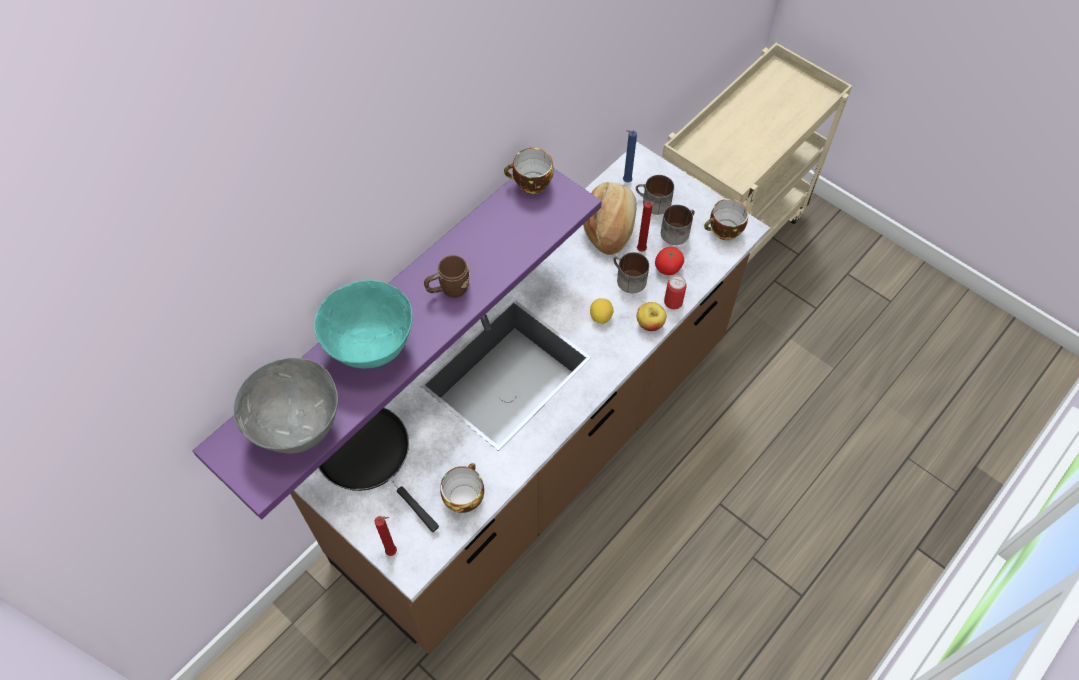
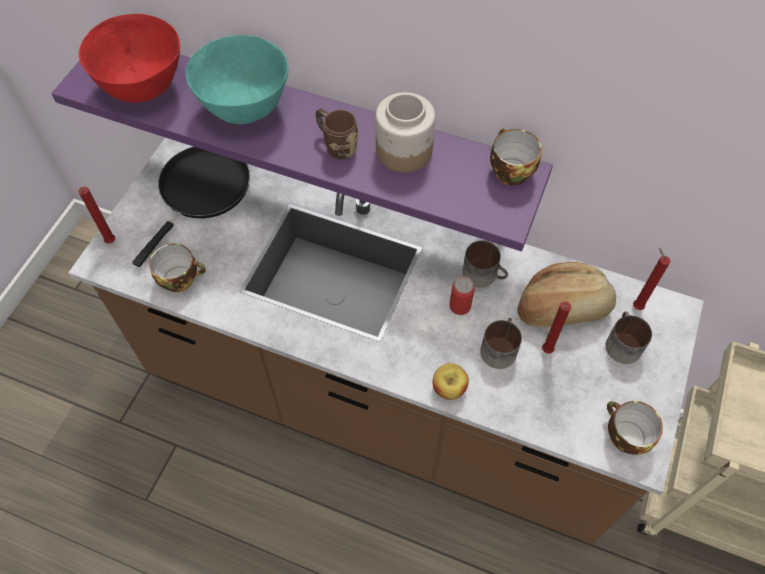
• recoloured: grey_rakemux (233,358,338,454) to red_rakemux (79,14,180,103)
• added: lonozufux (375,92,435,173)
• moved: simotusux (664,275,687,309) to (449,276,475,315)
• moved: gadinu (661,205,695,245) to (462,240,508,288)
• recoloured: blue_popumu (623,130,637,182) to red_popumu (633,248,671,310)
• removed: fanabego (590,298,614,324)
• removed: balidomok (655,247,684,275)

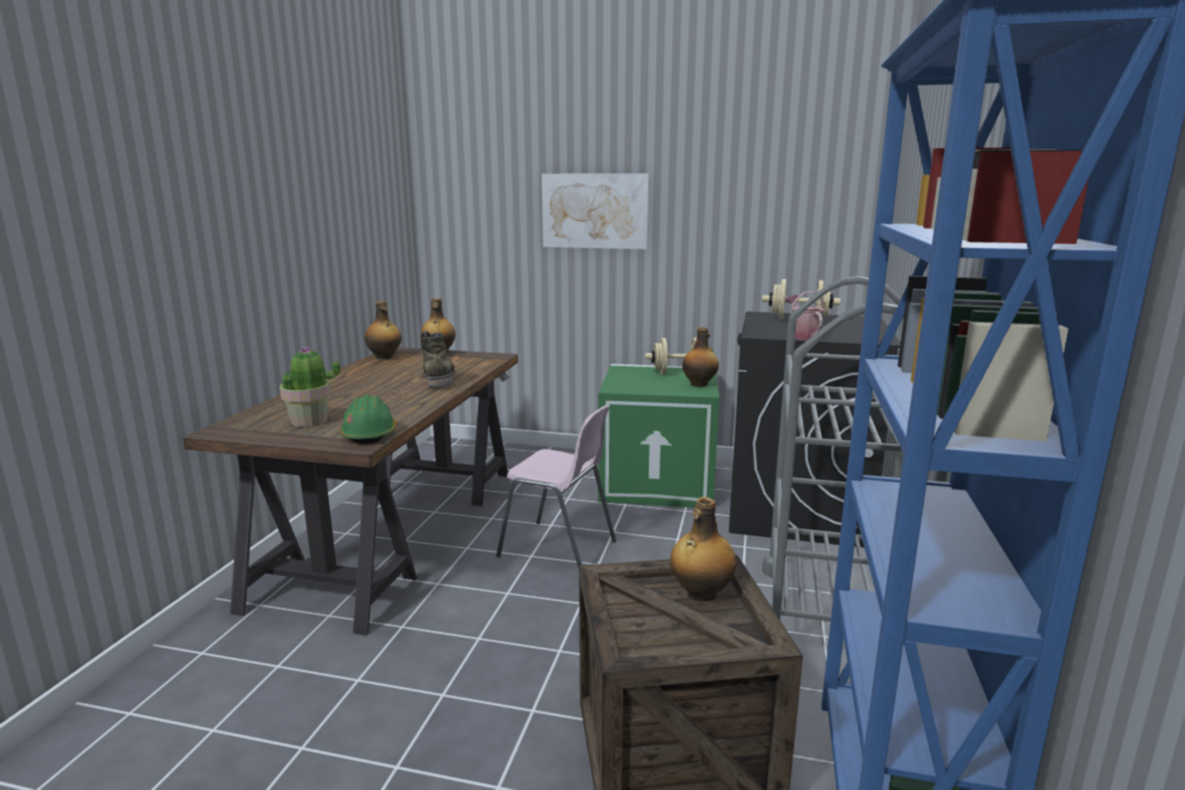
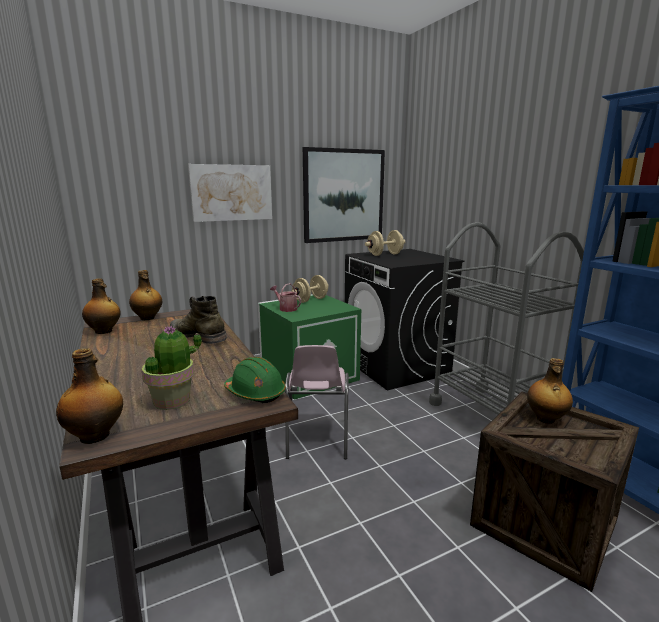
• moved: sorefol (682,327,719,387) to (56,348,123,444)
• moved: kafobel (786,292,824,340) to (270,283,301,312)
• turned: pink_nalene (496,405,616,569) = (285,345,349,459) 105 degrees clockwise
• added: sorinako (303,147,385,243)

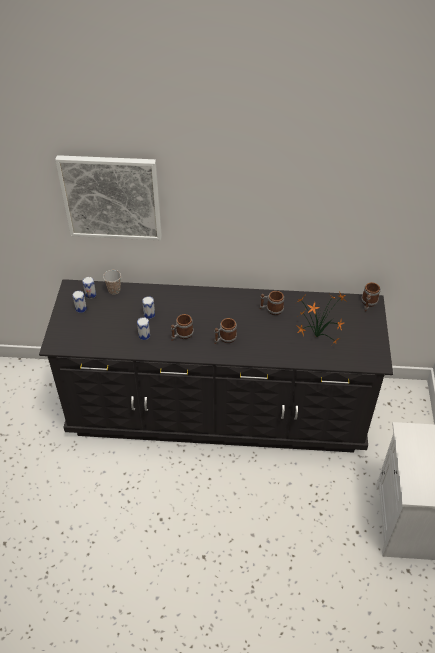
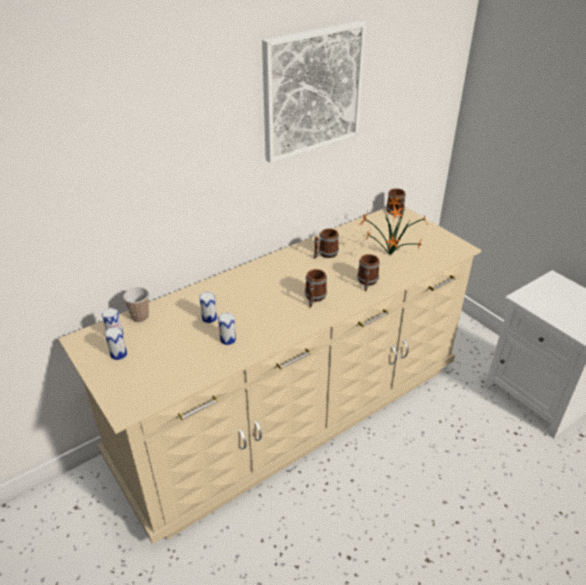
• recoloured: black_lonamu (39,279,393,453) to beige_lonamu (58,207,482,544)
• moved: sorinako (55,155,162,240) to (262,21,366,163)
• moved: gadinu (171,314,194,341) to (357,254,380,292)

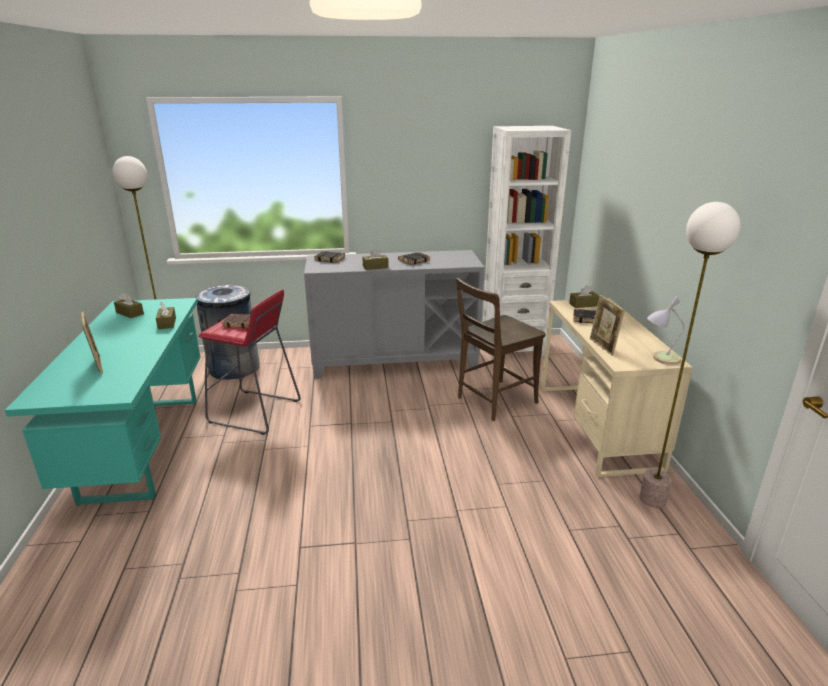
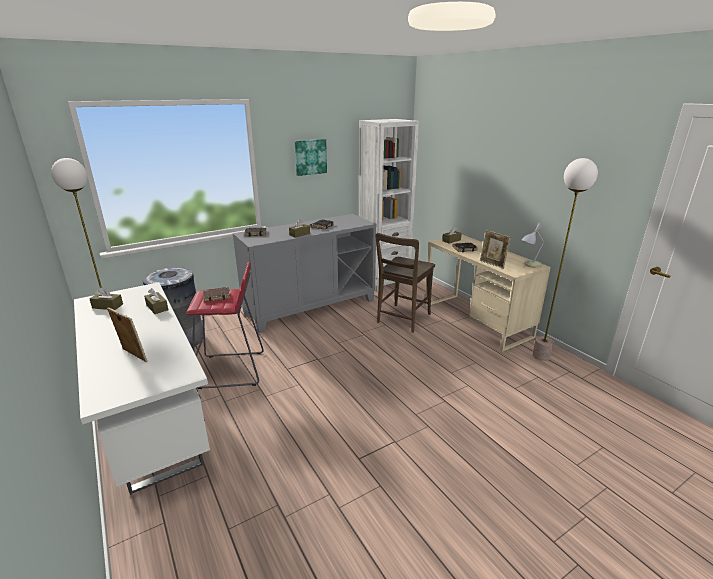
• recoloured: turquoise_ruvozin (5,298,200,506) to white_ruvozin (74,282,210,495)
• added: sorinako (295,139,327,176)

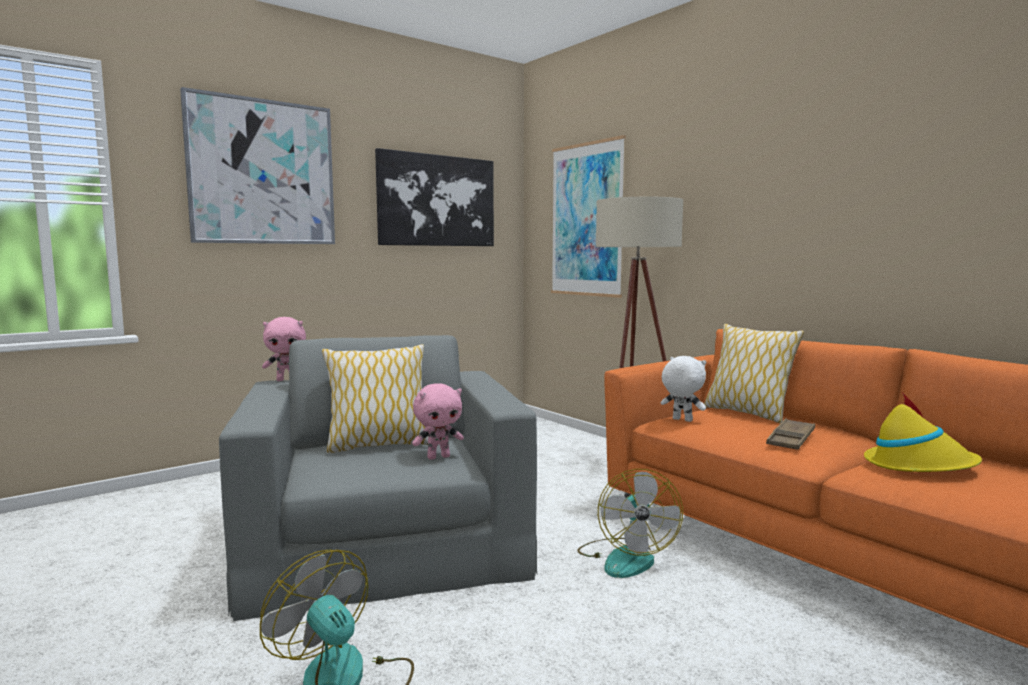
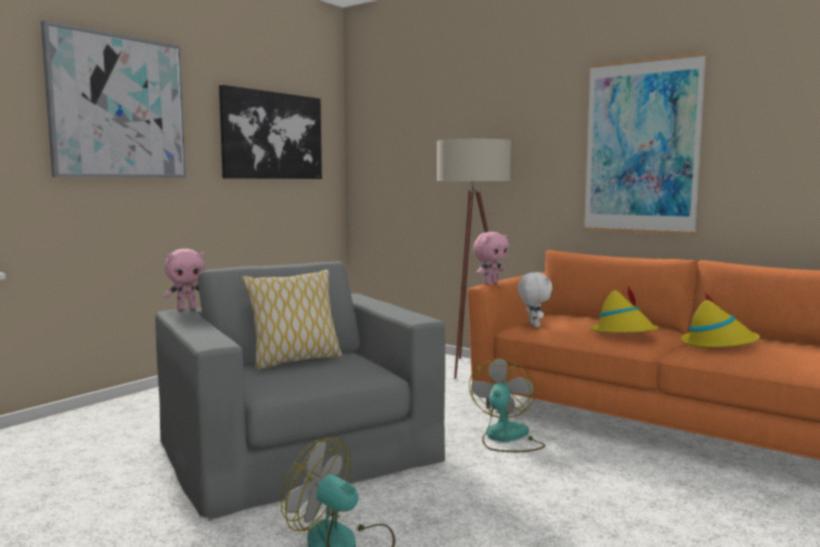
• turned: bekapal (577,469,683,578) = (469,359,545,452) 150 degrees counterclockwise
• moved: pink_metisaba (412,384,464,460) to (473,232,509,284)
• turned: white_metisaba (661,356,706,422) = (518,272,552,327) 60 degrees clockwise
• moved: sorinako (551,135,626,298) to (584,52,707,235)
• replaced: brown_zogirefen (766,418,815,450) to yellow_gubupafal (590,285,659,333)
• removed: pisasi (704,324,804,423)

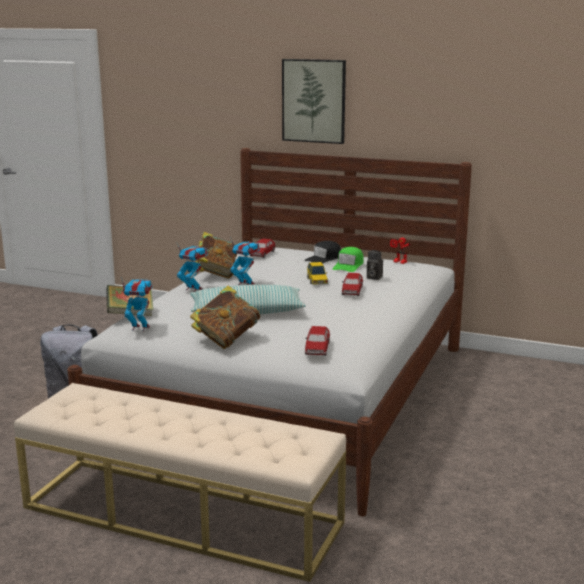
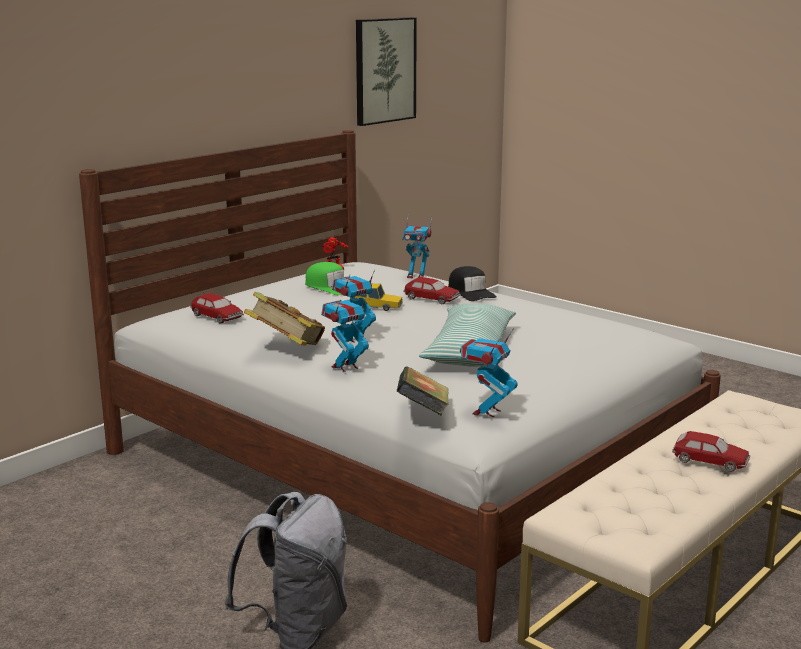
• moved: sorinako (282,59,346,144) to (356,17,417,126)
• added: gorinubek (402,216,432,278)
• moved: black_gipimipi (304,241,341,264) to (448,266,497,301)
• moved: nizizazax (305,326,330,356) to (672,431,750,472)
• removed: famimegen (190,286,260,349)
• removed: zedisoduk (367,250,383,280)

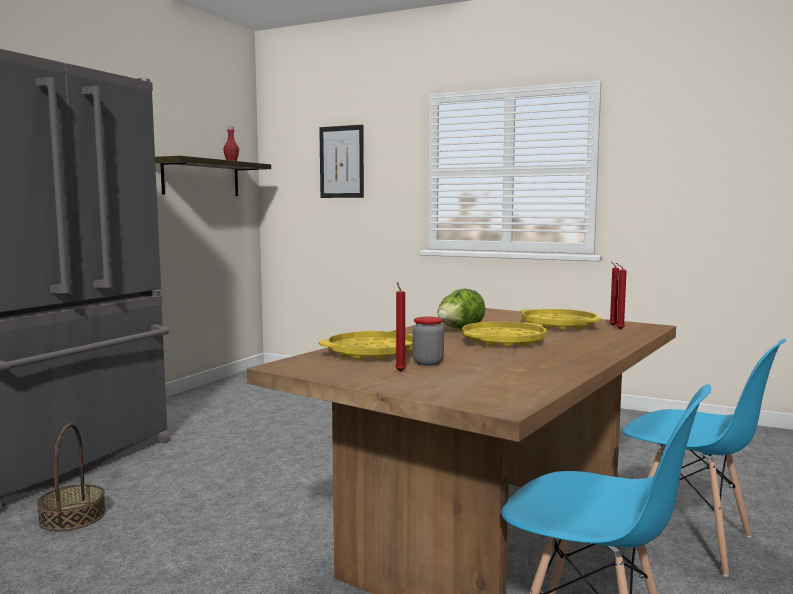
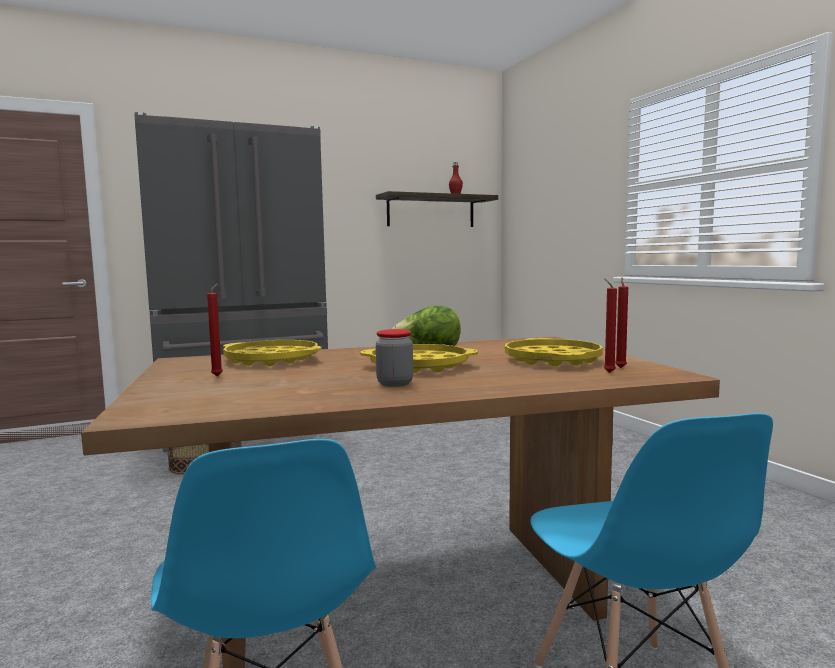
• moved: lonozufux (413,317,444,366) to (376,329,413,387)
• removed: sorinako (319,125,364,198)

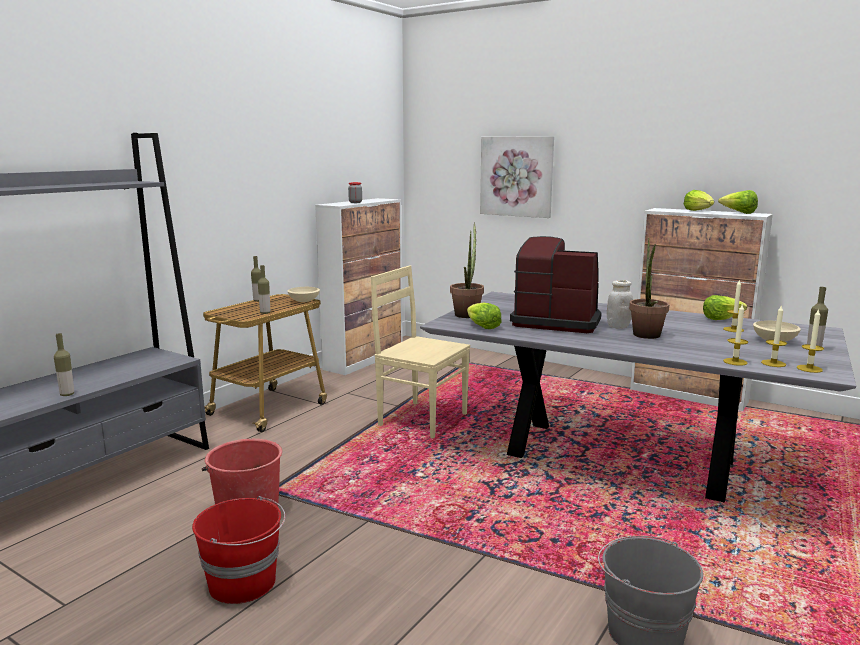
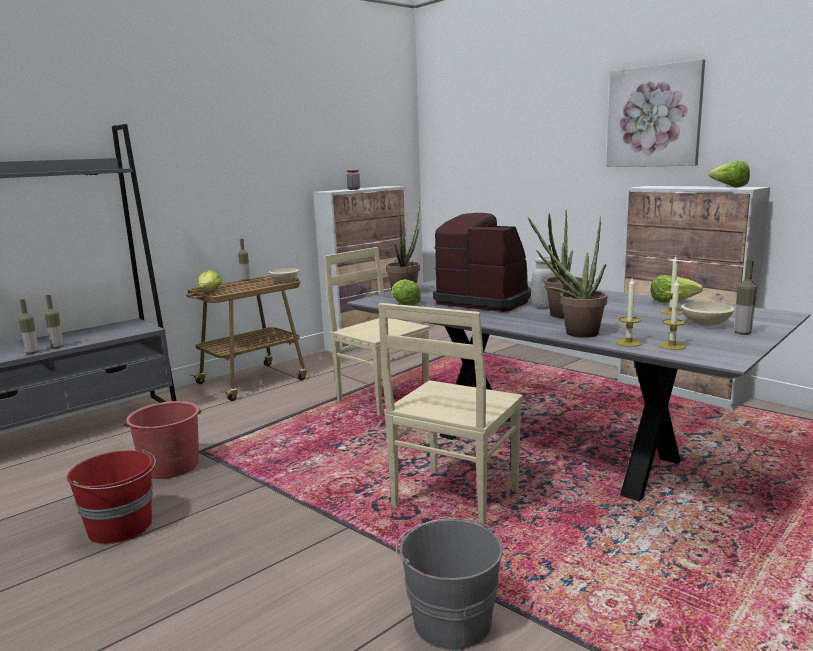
• moved: sorefol (258,265,270,314) to (45,295,63,348)
• moved: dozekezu (684,190,714,211) to (198,270,222,291)
• added: beige_nalene (378,303,523,527)
• added: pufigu (528,216,607,338)
• moved: sorinako (480,136,554,218) to (606,59,705,167)
• removed: popumu (797,308,824,373)

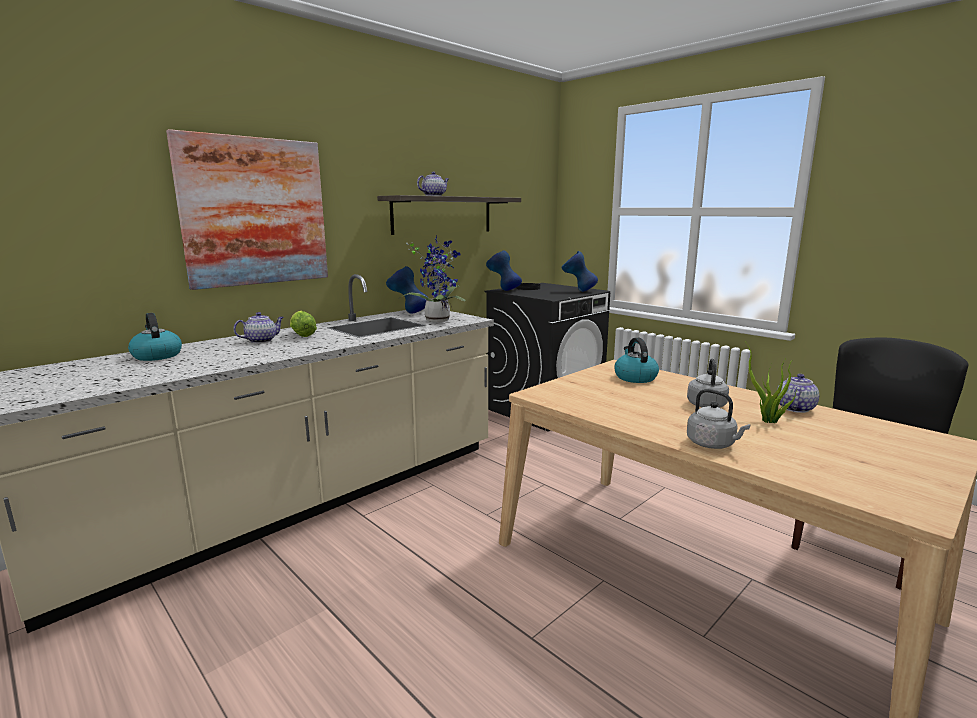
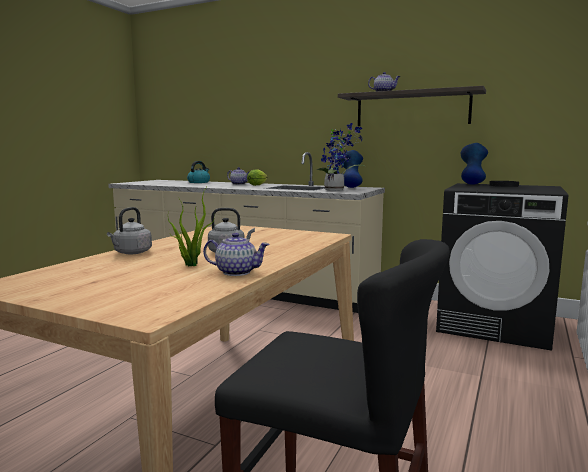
• removed: sorinako (166,129,328,290)
• removed: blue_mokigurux (562,251,598,292)
• removed: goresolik (614,338,659,383)

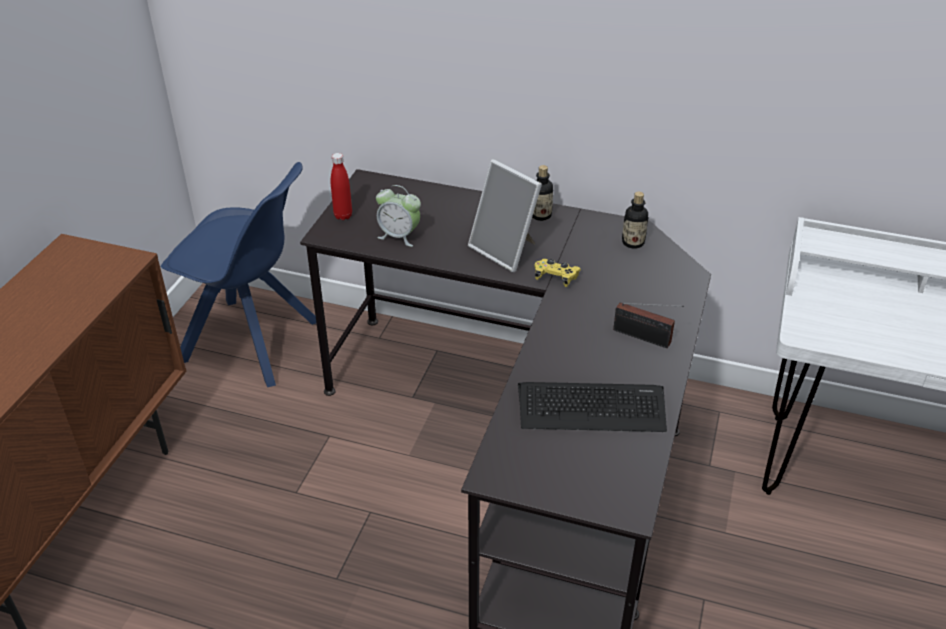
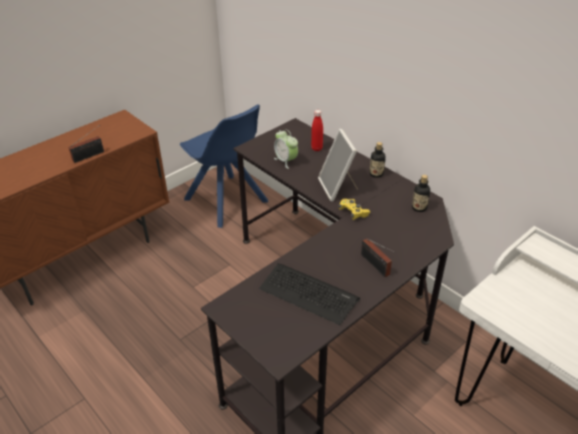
• added: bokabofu (69,125,104,163)
• moved: red_sorefol (331,153,352,220) to (311,110,323,151)

